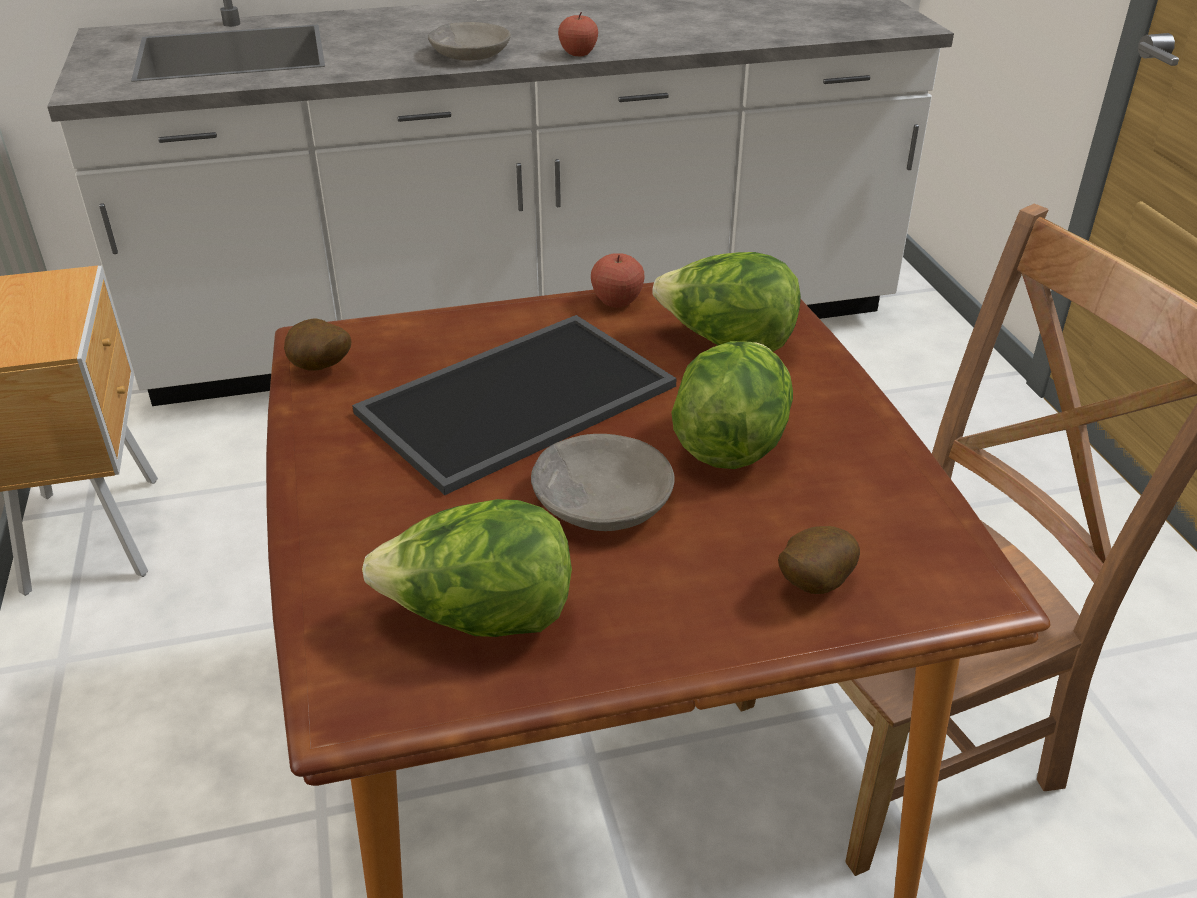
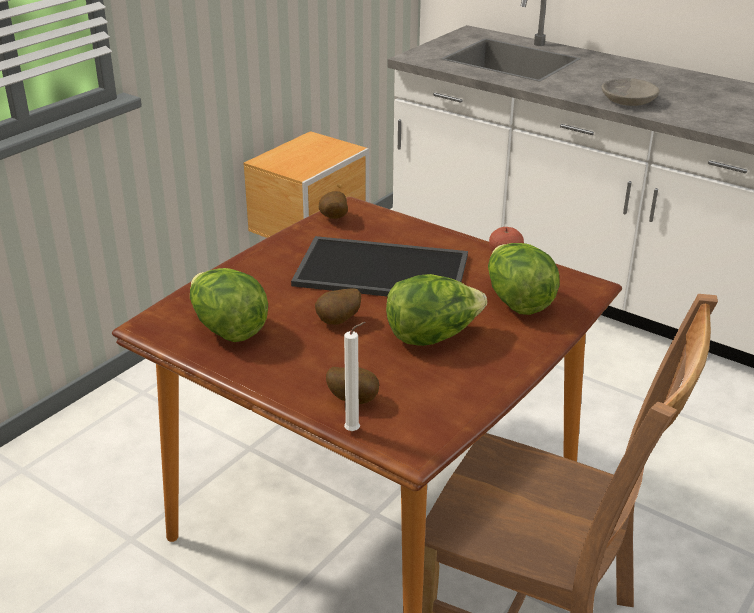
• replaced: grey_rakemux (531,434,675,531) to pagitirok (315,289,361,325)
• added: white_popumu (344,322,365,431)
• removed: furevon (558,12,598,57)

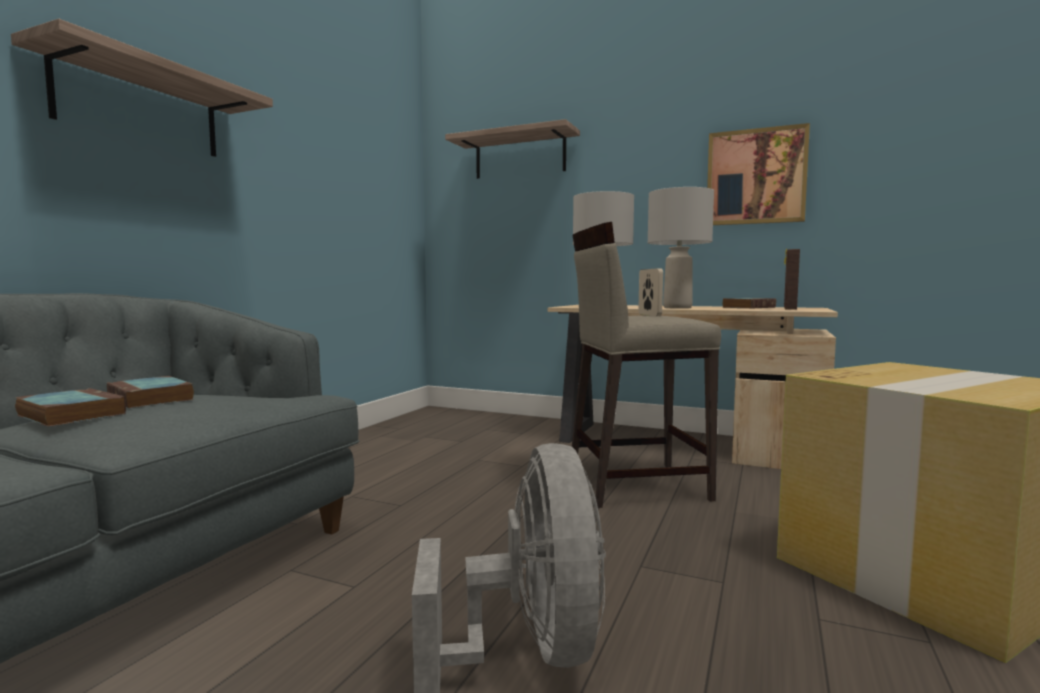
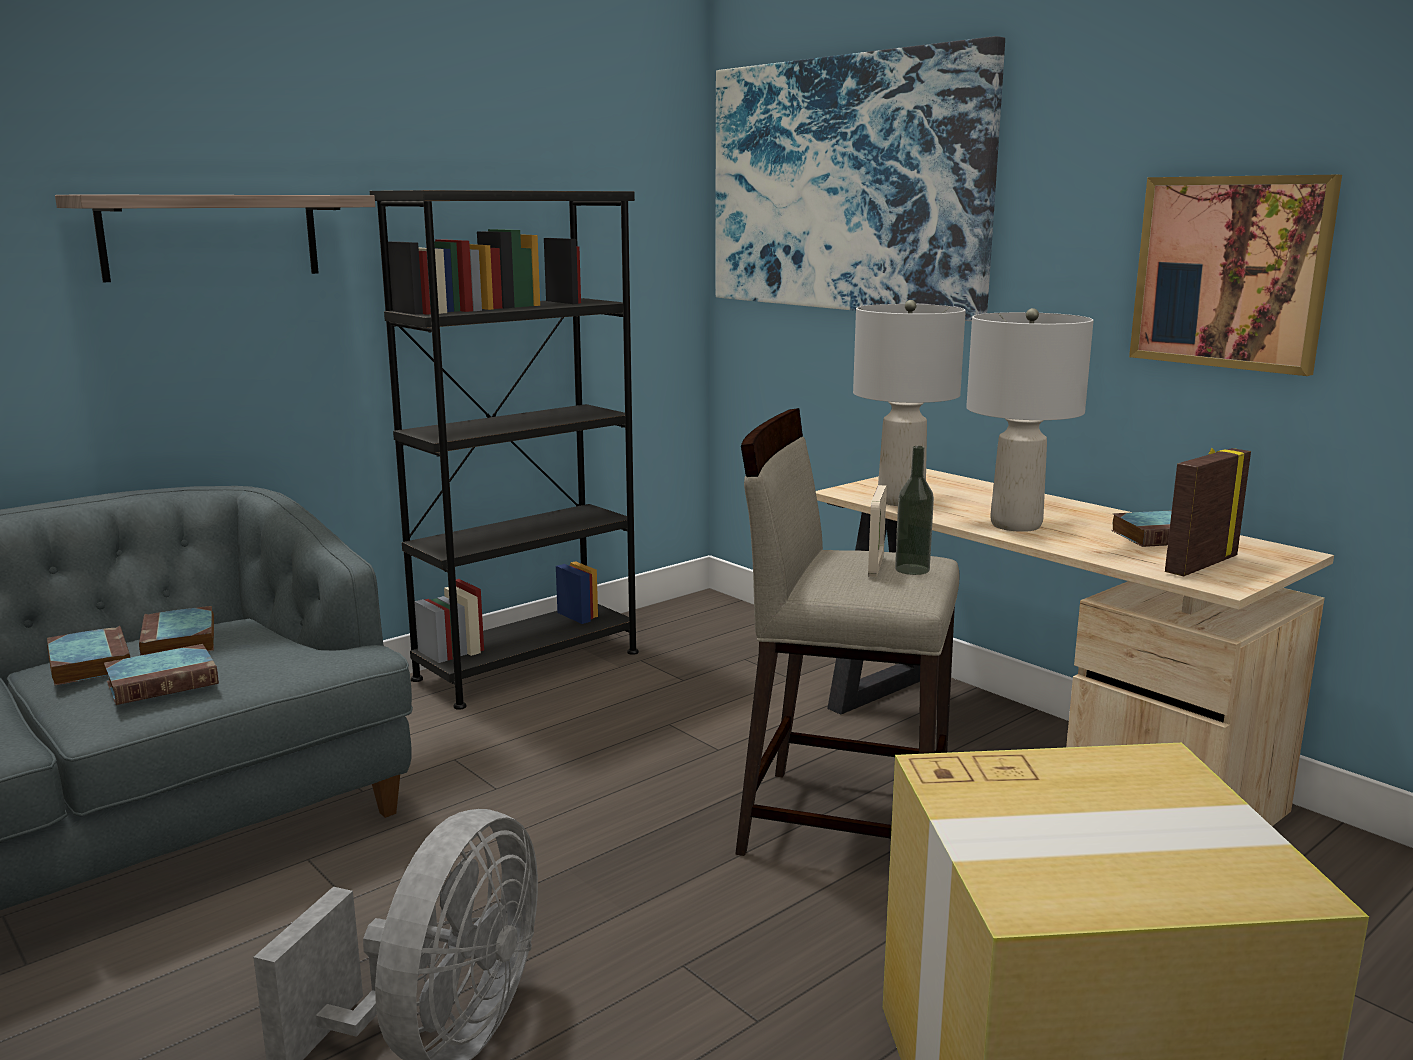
• added: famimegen (104,644,219,705)
• added: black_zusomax (370,190,639,710)
• replaced: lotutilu (445,119,580,179) to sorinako (715,36,1005,321)
• added: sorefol (895,446,934,575)

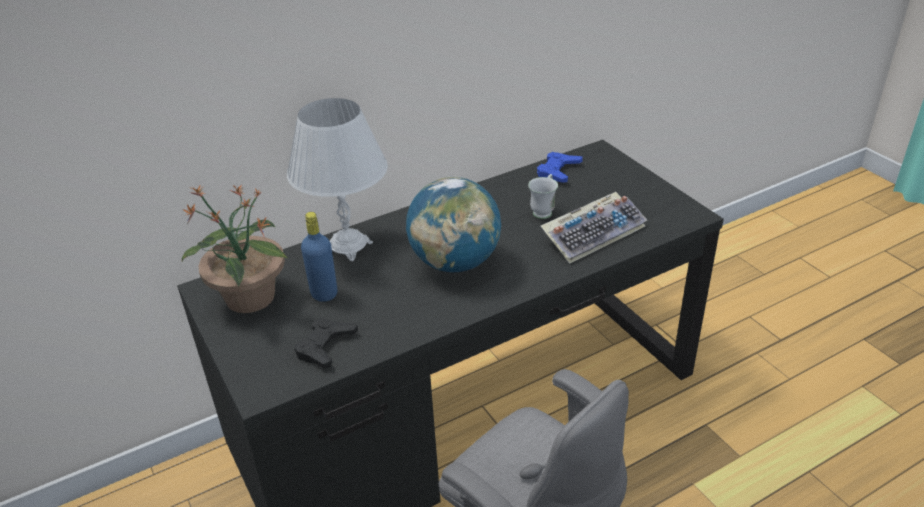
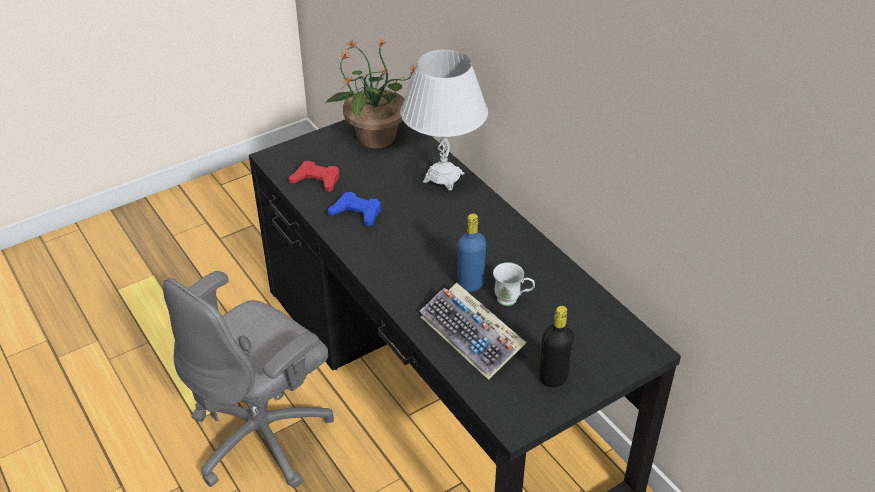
• recoloured: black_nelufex (294,318,358,368) to red_nelufex (289,161,339,192)
• moved: blue_nelufex (537,152,583,183) to (328,192,380,226)
• moved: blue_sorefol (301,212,337,302) to (458,213,486,292)
• added: black_sorefol (540,306,574,387)
• removed: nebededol (406,177,501,272)

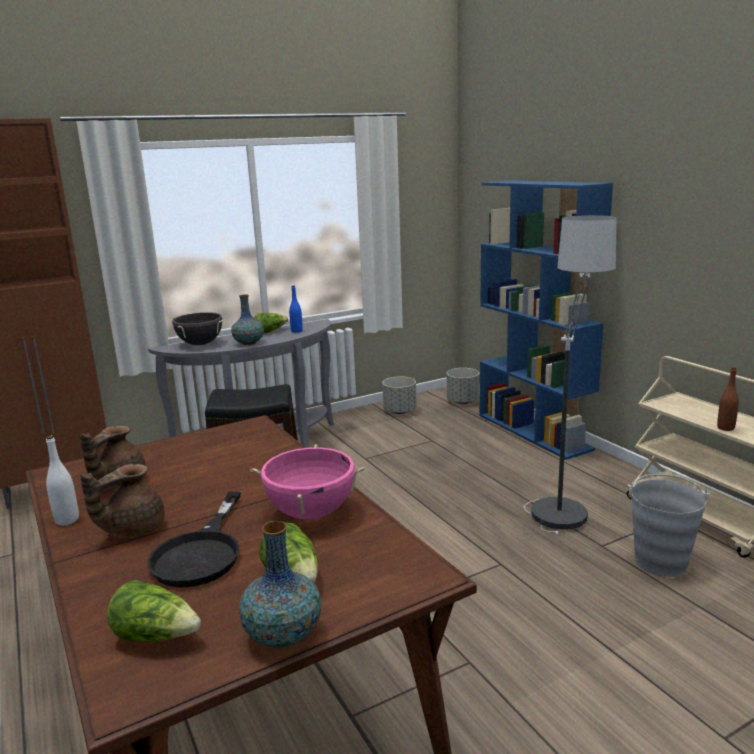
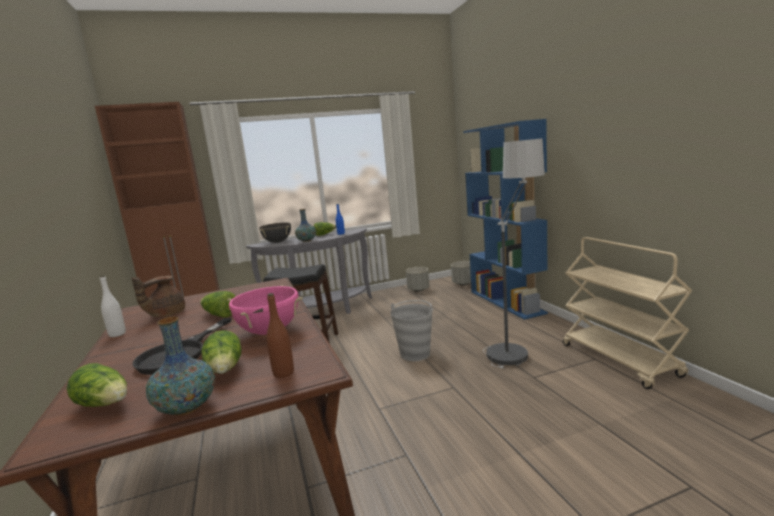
• added: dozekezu (200,291,236,318)
• moved: brown_sorefol (717,367,739,431) to (267,293,294,378)
• moved: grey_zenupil (628,474,710,577) to (391,300,433,361)
• removed: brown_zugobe (80,464,165,539)

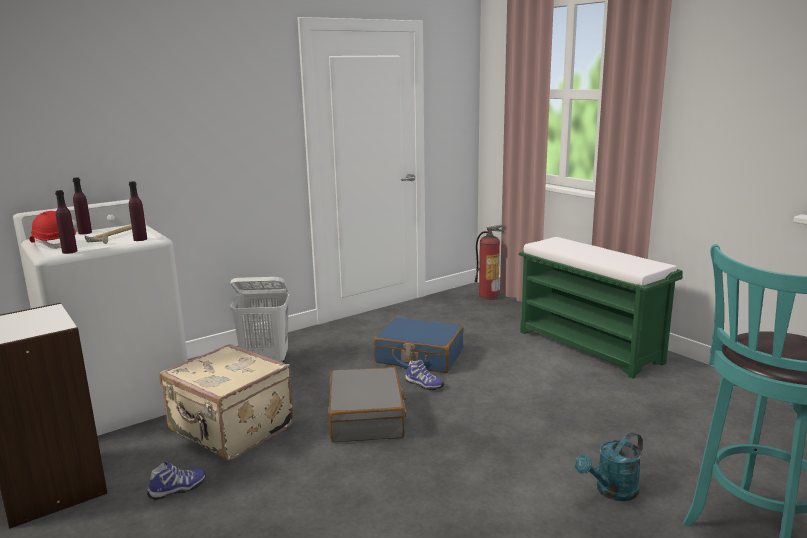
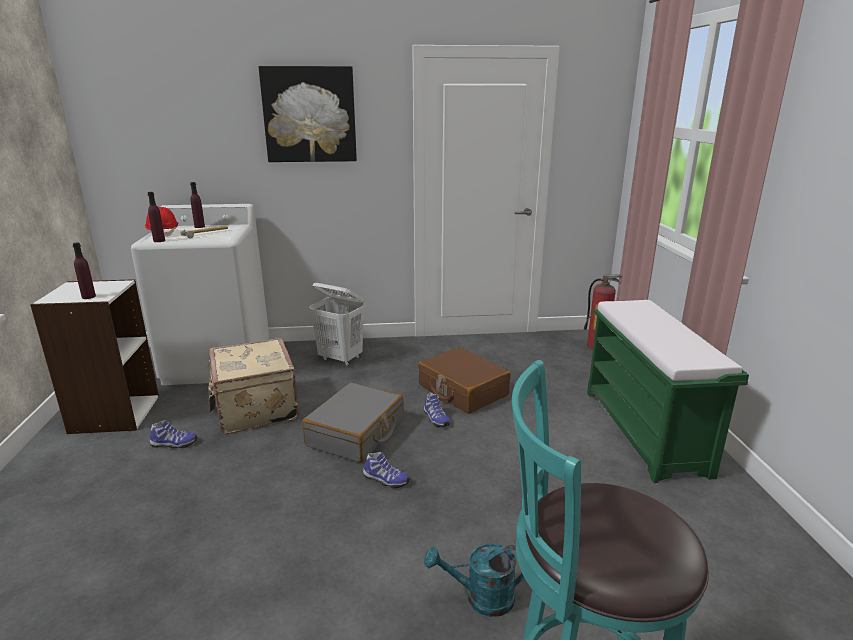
• moved: purple_sorefol (129,181,147,241) to (73,243,96,299)
• added: sorinako (259,66,357,162)
• added: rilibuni (363,452,410,488)
• recoloured: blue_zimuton (373,317,463,373) to brown_zimuton (418,347,511,414)

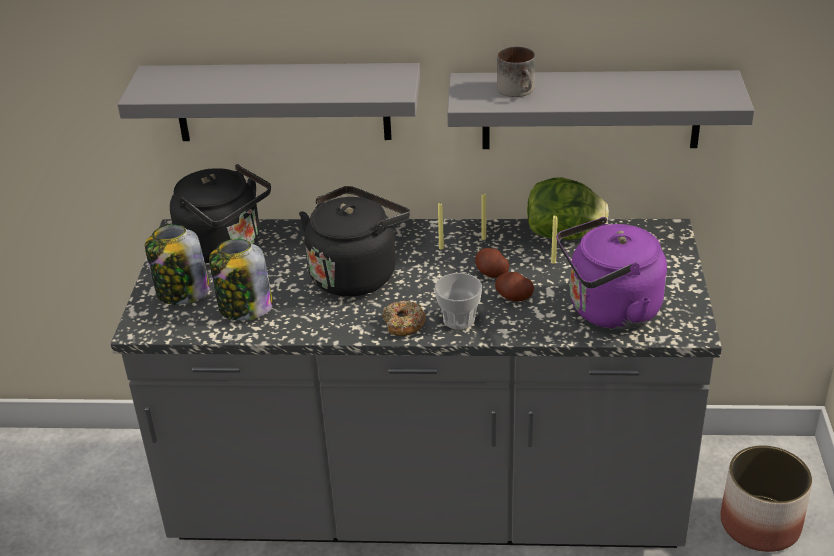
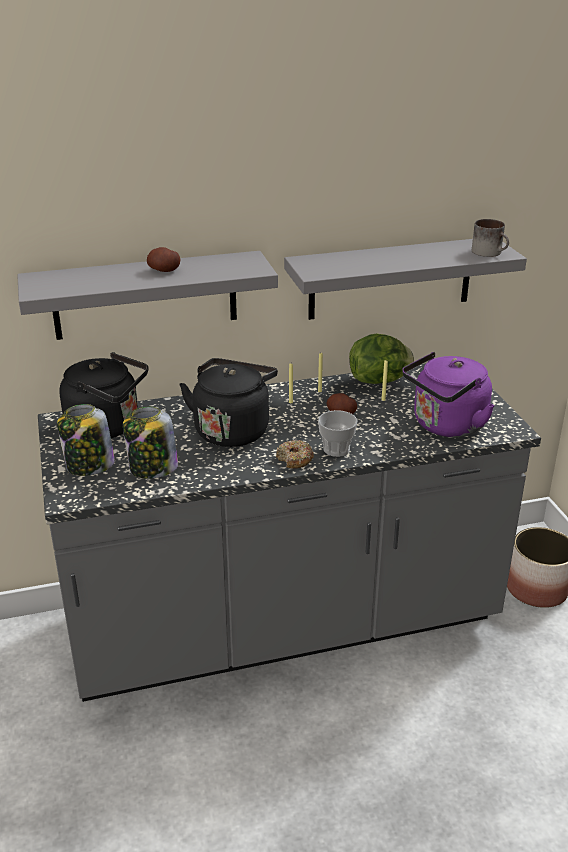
• moved: pagitirok (495,272,534,302) to (147,247,181,272)
• moved: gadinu (497,46,535,97) to (472,219,509,257)

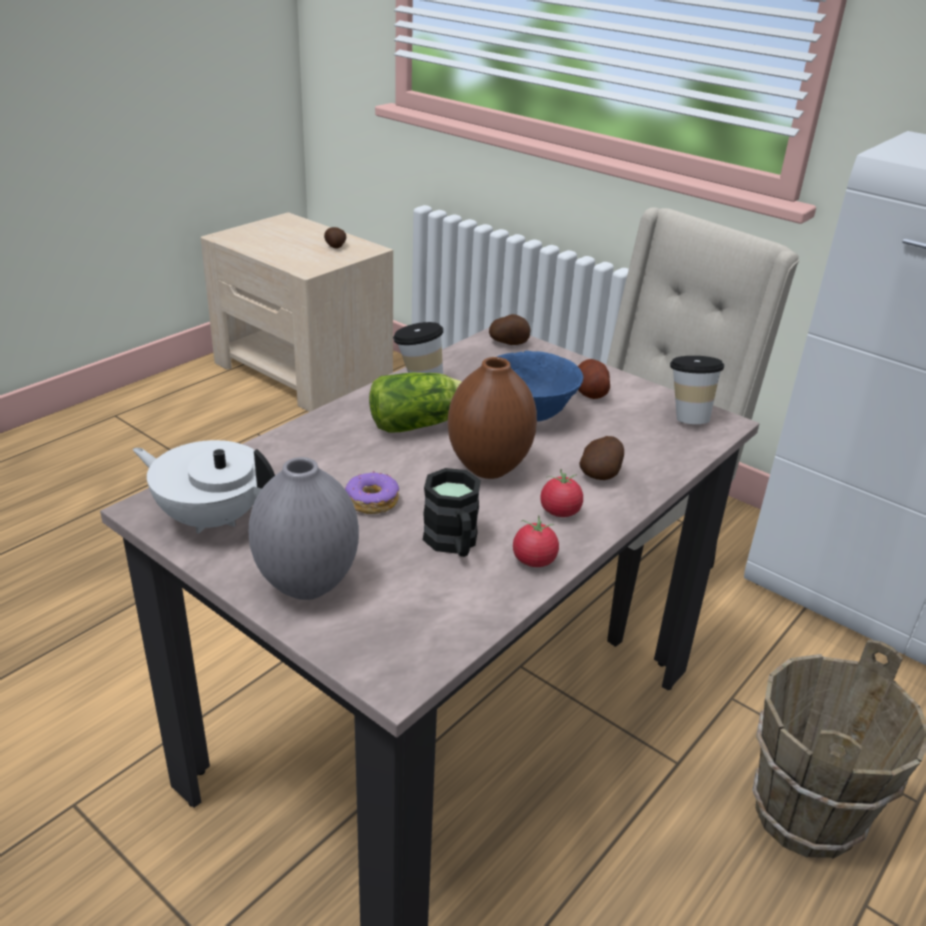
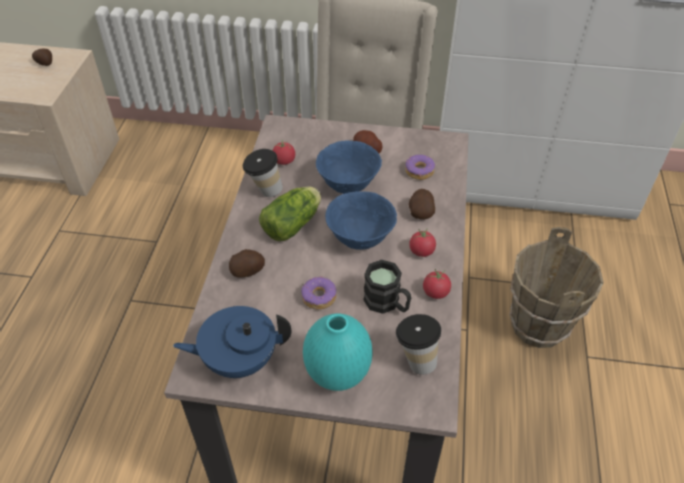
• recoloured: white_zugobe (133,440,275,534) to blue_zugobe (173,306,291,378)
• moved: pagitirok (489,314,530,345) to (229,249,265,278)
• added: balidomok (272,140,295,165)
• recoloured: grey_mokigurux (249,457,359,600) to turquoise_mokigurux (303,314,373,391)
• replaced: brown_mokigurux (448,357,537,479) to blue_rakemux (325,191,397,250)
• moved: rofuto (670,356,724,424) to (396,314,441,375)
• added: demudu (405,155,435,180)

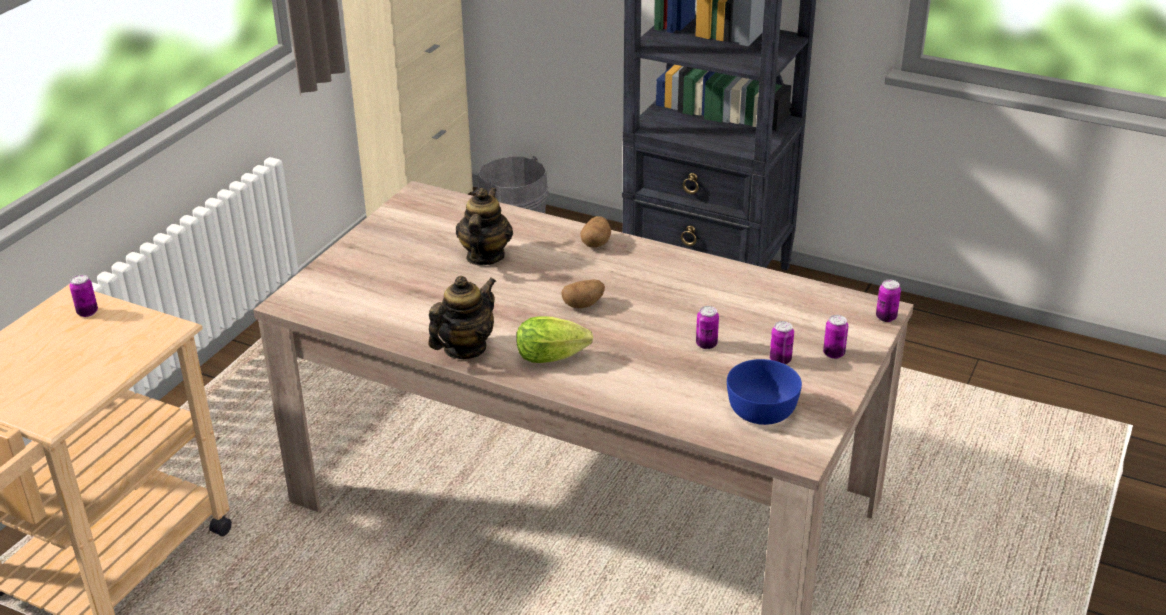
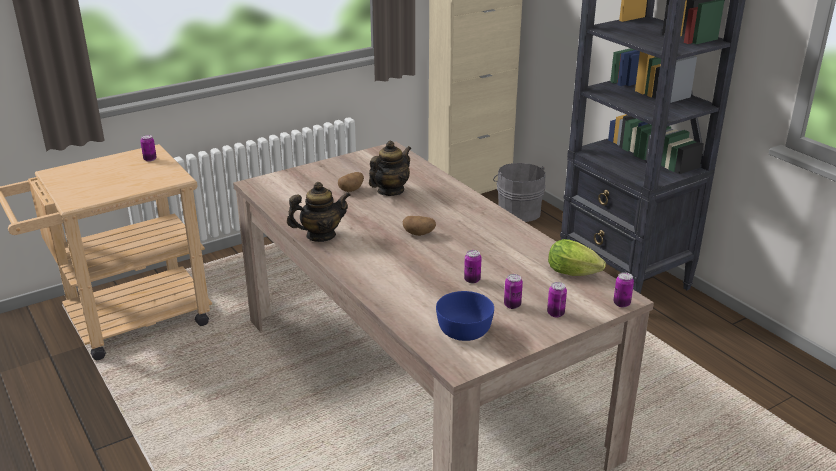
• moved: pagitirok (580,216,611,248) to (338,172,364,192)
• moved: dozekezu (516,316,593,363) to (548,239,606,276)

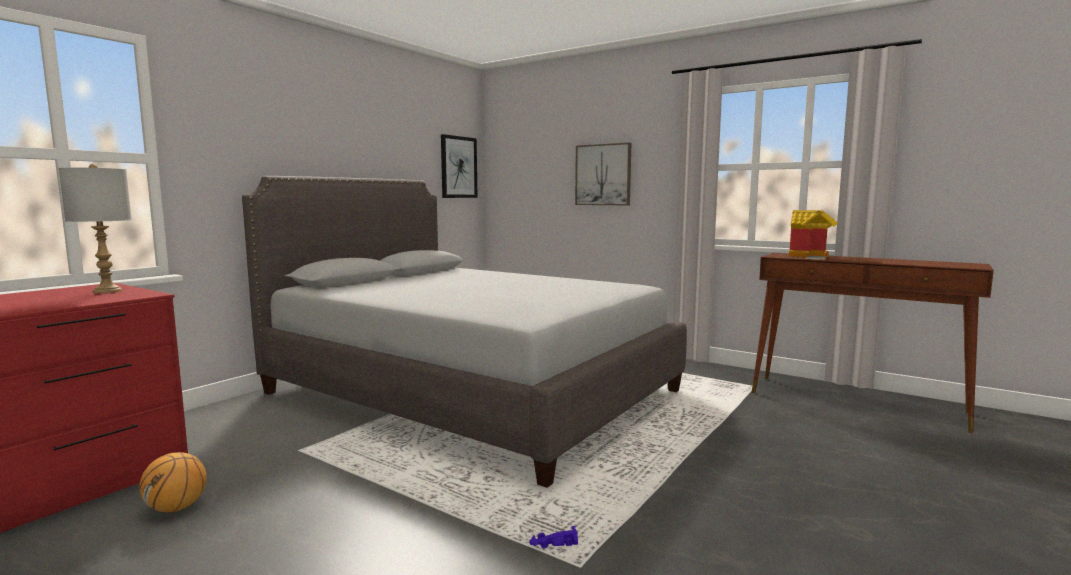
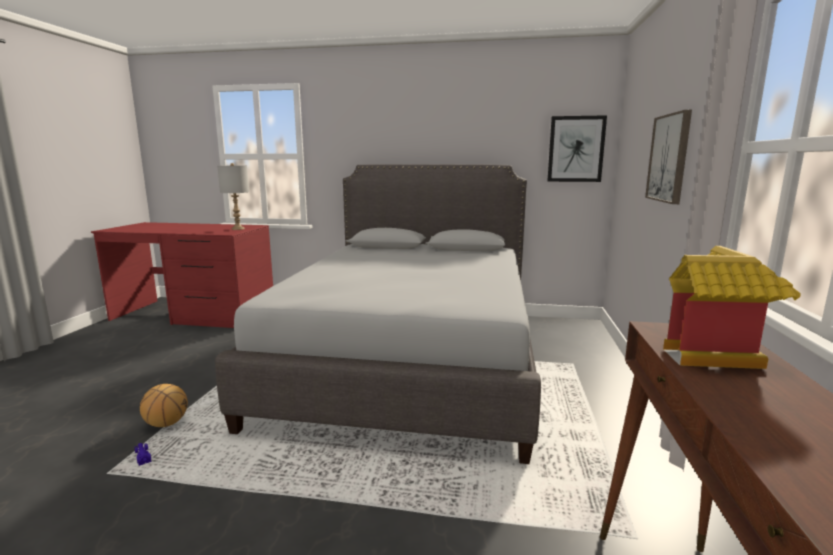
• moved: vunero (139,452,207,512) to (140,384,188,427)

